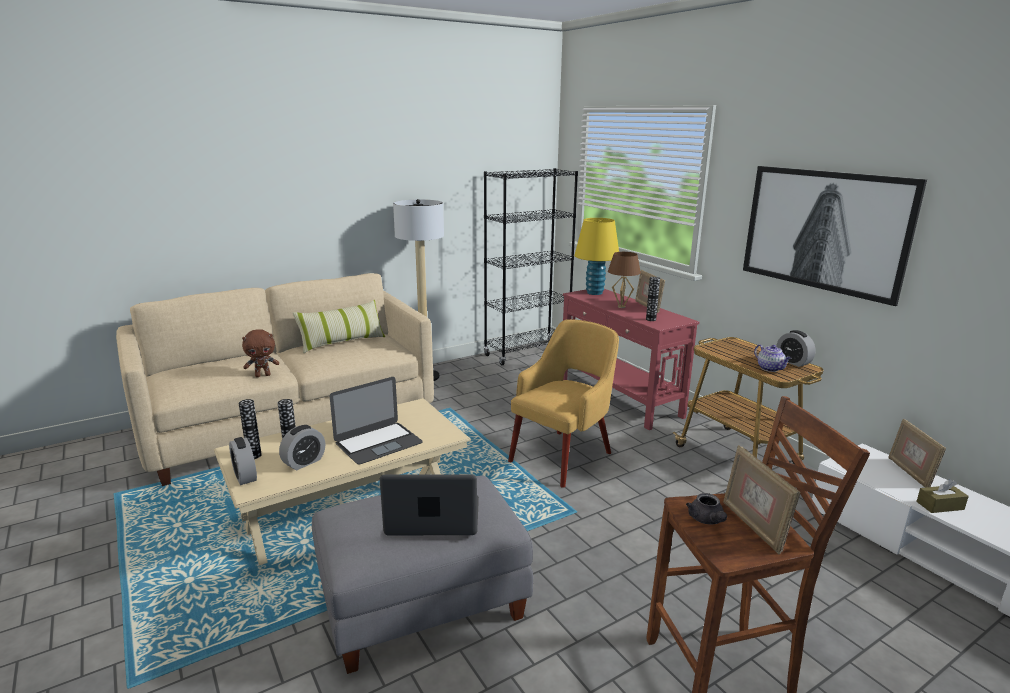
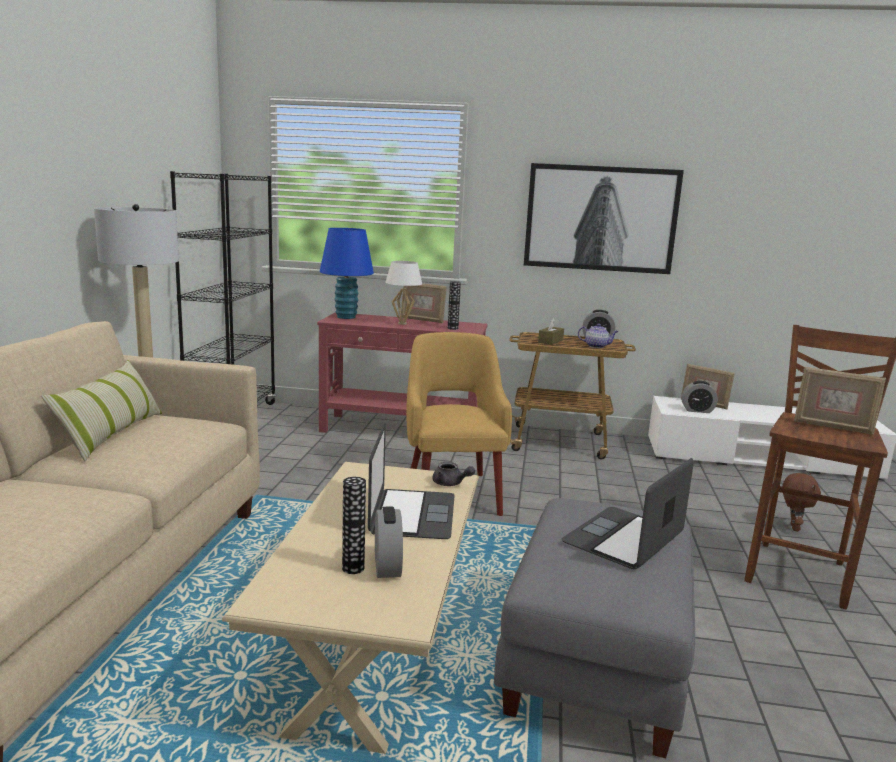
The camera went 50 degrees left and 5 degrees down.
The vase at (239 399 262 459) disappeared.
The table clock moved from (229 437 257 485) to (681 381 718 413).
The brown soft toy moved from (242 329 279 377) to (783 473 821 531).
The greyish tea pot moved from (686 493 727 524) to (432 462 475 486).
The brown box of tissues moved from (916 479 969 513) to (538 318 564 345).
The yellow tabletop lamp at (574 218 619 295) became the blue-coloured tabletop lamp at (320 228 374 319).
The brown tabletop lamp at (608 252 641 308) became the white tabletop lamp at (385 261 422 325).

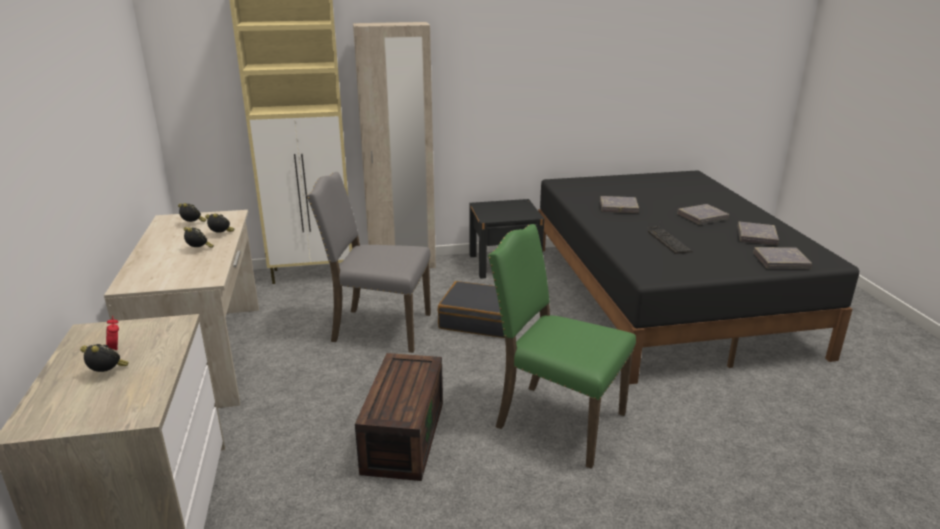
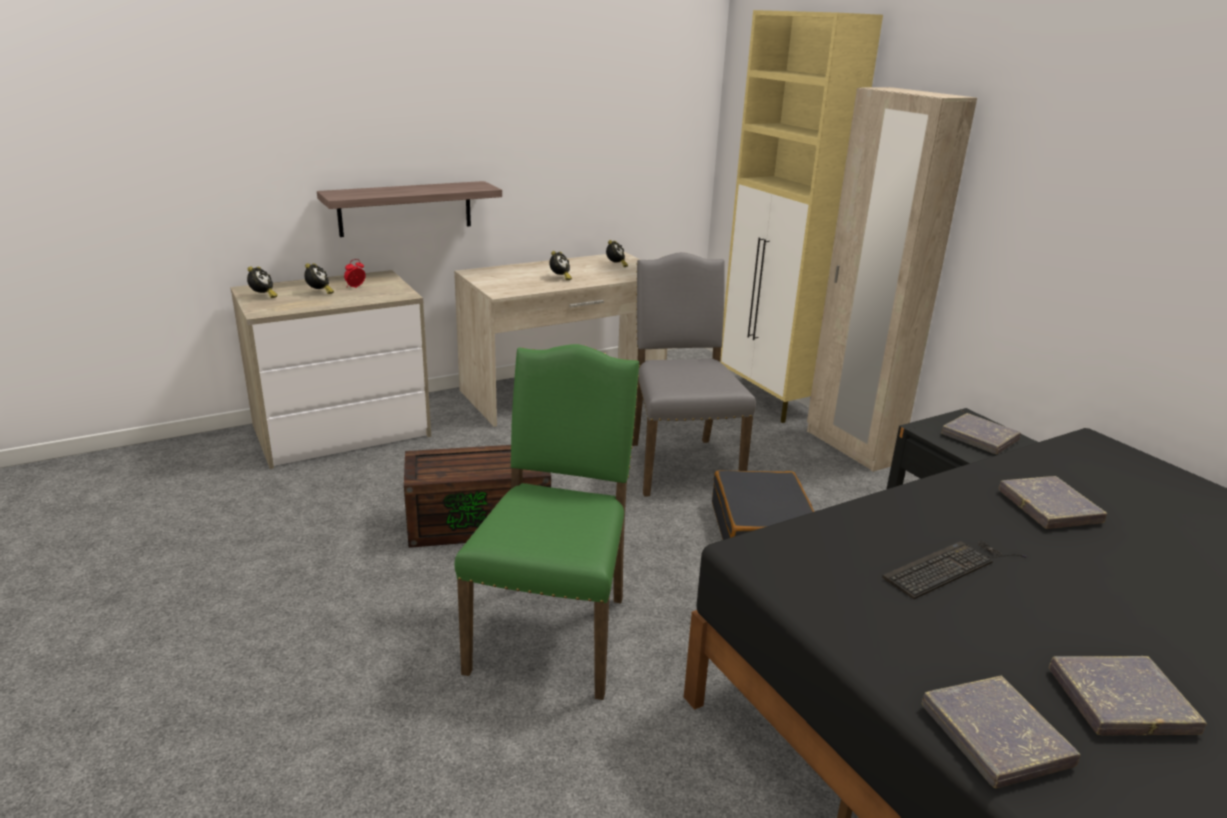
The camera went 70 degrees right and 0 degrees up.
The bracket shelf at (317 181 502 237) appeared.
The table clock moved from (205 213 234 233) to (247 266 278 298).
The greyish volume moved from (677 204 729 225) to (941 413 1021 454).

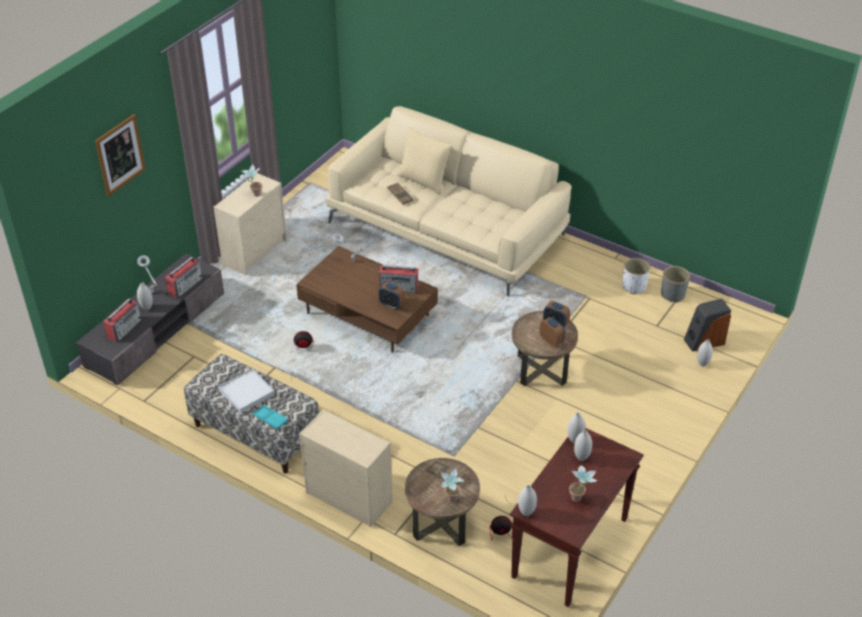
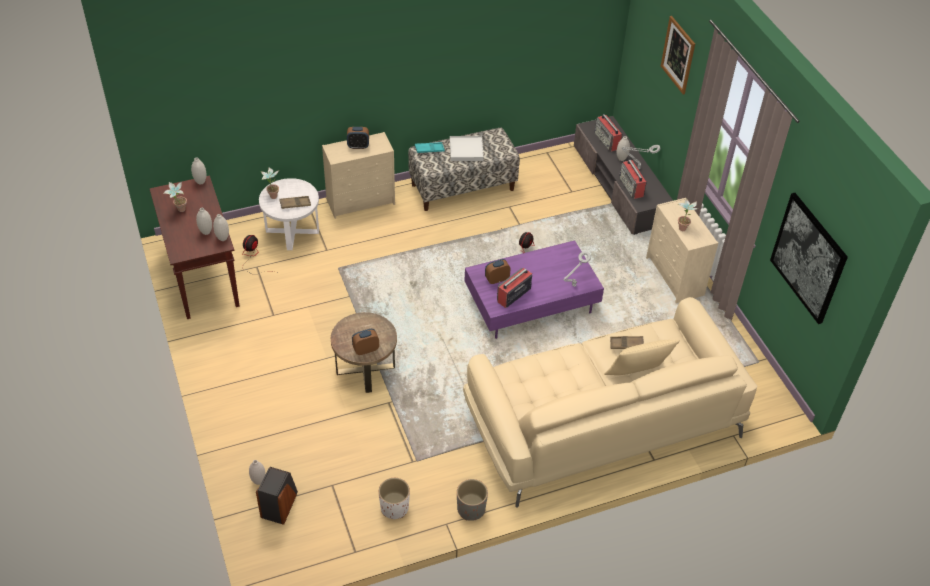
The camera went 125 degrees right and 5 degrees up.
The picture at (770 193 848 324) appeared.
The table clock moved from (540 317 565 347) to (347 127 369 149).
The greyish plant pot moved from (661 266 690 303) to (457 479 488 521).
The brown low table at (296 246 438 353) became the purplish low table at (465 240 604 339).
The brown accent table at (405 458 480 546) became the white accent table at (259 178 319 250).

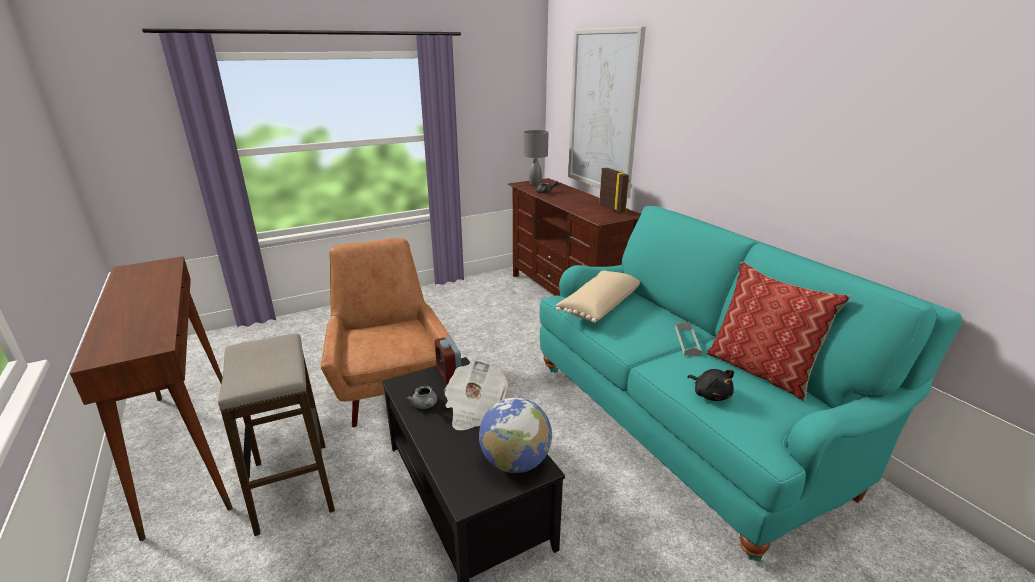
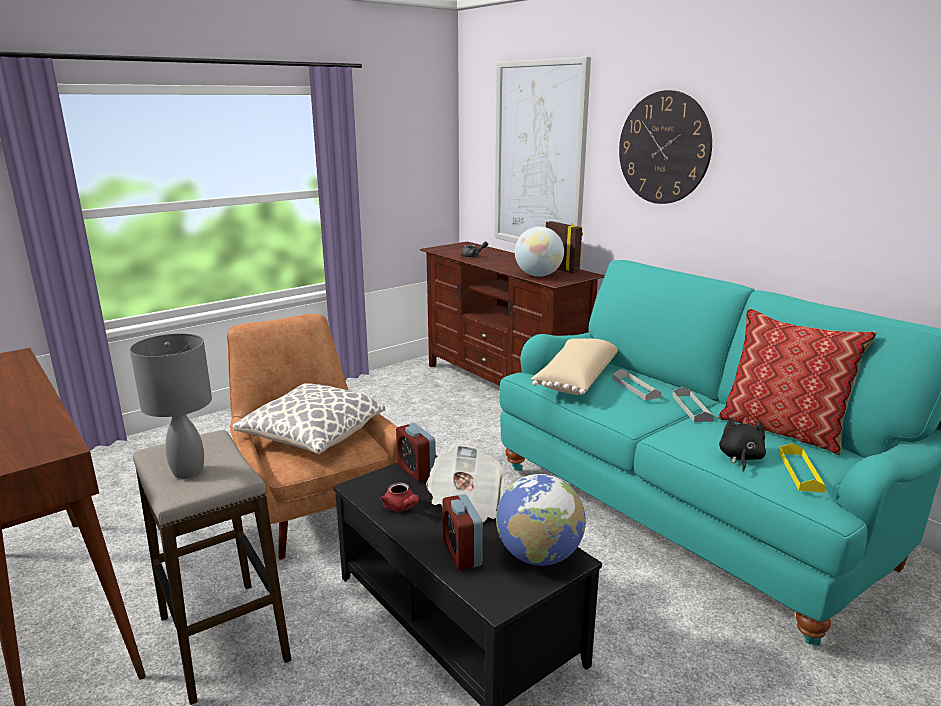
The camera went 10 degrees left and 5 degrees down.
The pillow at (233 383 385 454) appeared.
The table clock at (442 494 483 570) appeared.
The globe at (515 227 564 277) appeared.
The greyish carrying tray at (613 369 662 400) appeared.
The hanging clock at (619 90 712 204) appeared.
The yellow carrying tray at (779 443 826 493) appeared.
The greyish tabletop lamp moved from (524 130 549 186) to (130 333 212 479).
The greyish tea pot at (407 386 437 409) became the red tea pot at (380 483 419 511).
The black-coloured soft toy at (687 369 734 401) turned 120 degrees counterclockwise.

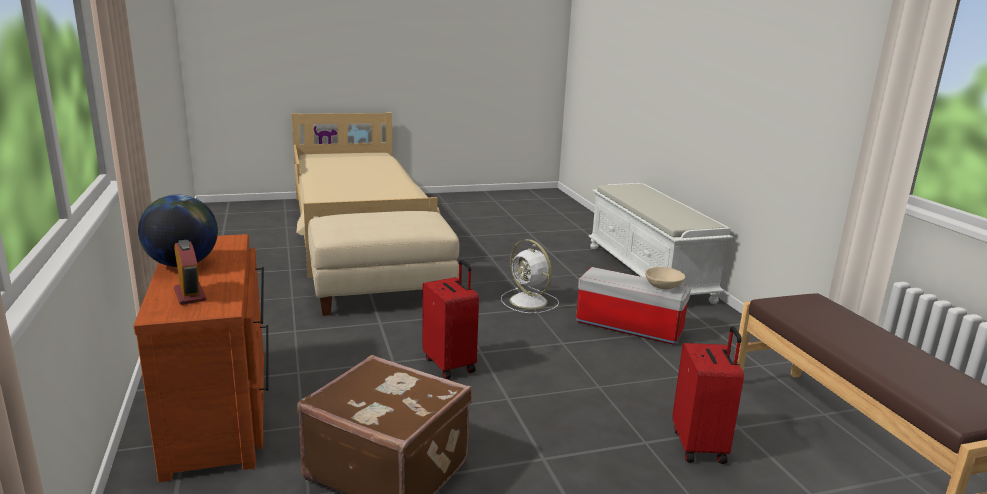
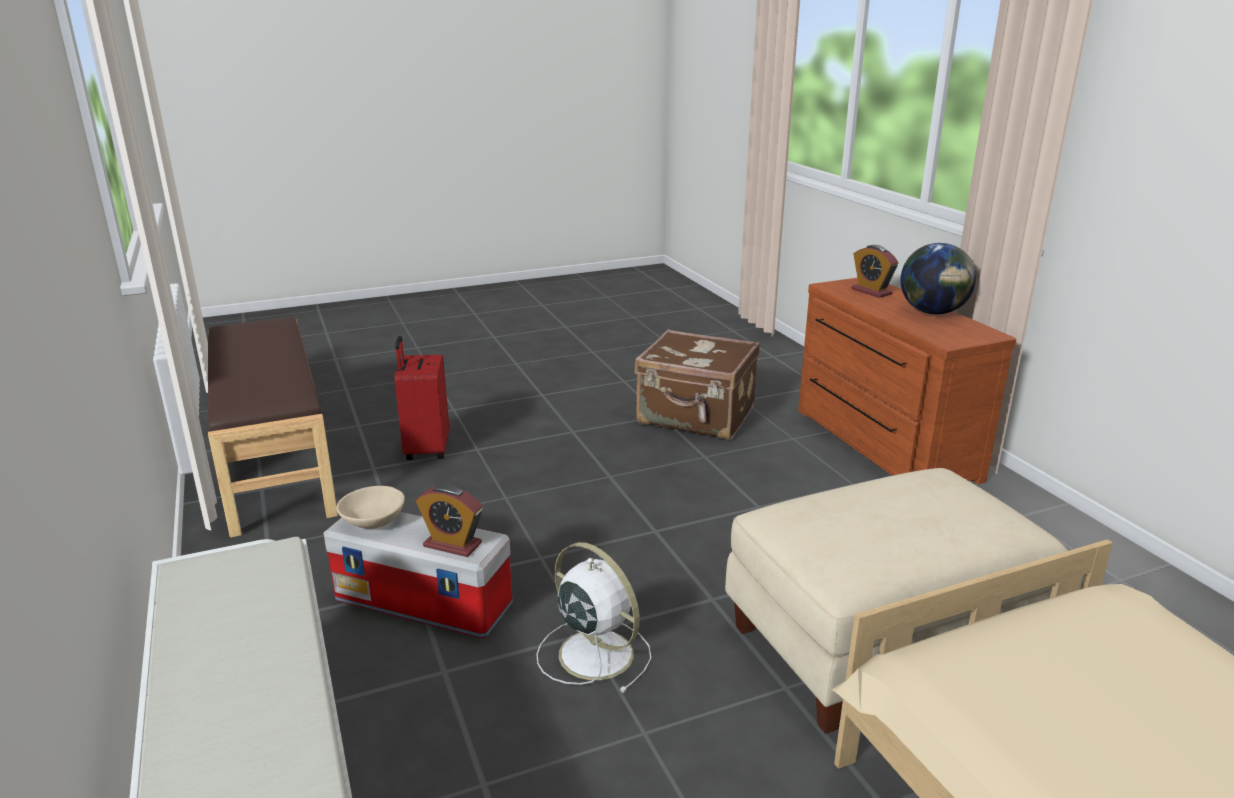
The camera went 175 degrees right and 5 degrees up.
The red piece of luggage at (422 260 479 379) disappeared.
The table clock at (416 484 483 557) appeared.

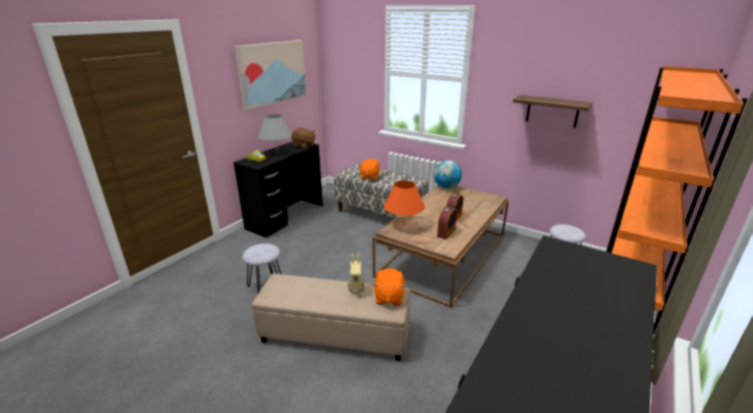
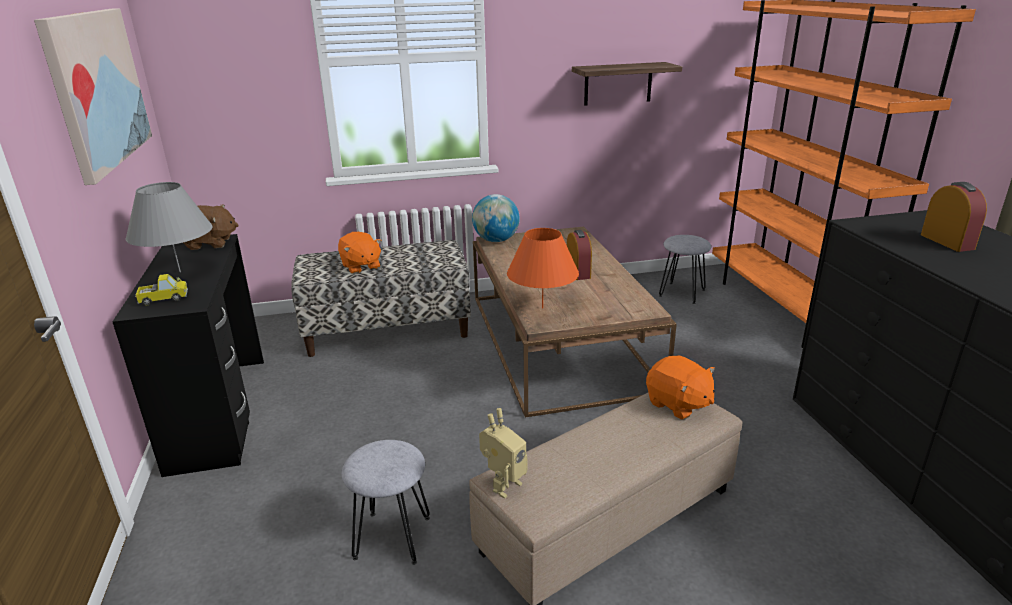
The camera went 45 degrees left and 0 degrees up.
The robot figure moved from (348 254 364 296) to (479 408 527 499).
The table clock moved from (437 206 457 239) to (921 182 987 252).

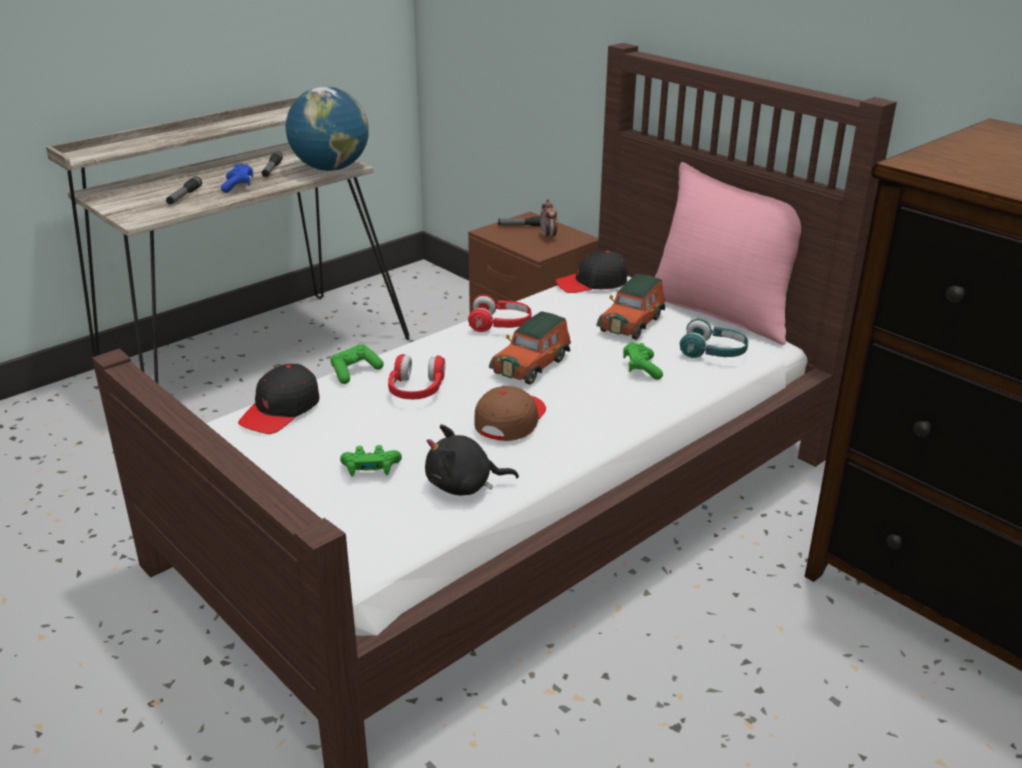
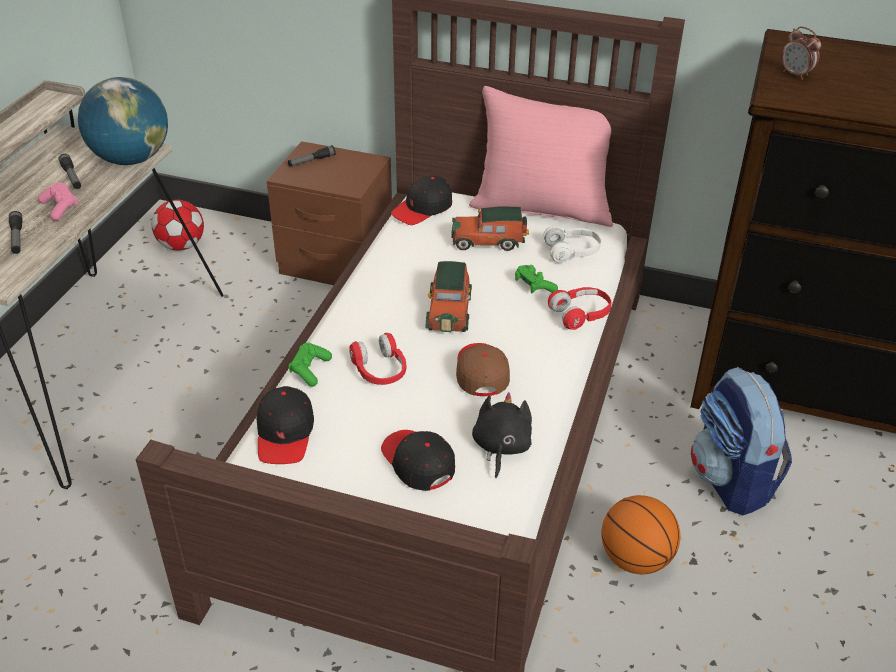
The camera went 30 degrees left and 10 degrees up.
The football ball at (152 200 204 251) appeared.
The ball for basketball at (601 495 680 574) appeared.
The backpack at (691 367 792 515) appeared.
The red headphones moved from (468 295 532 332) to (548 287 611 330).
The table clock moved from (540 199 557 241) to (781 27 821 80).
The greenish joypad at (340 445 402 477) was replaced by the black-coloured cap at (381 430 455 491).
The blue-coloured joypad at (221 164 253 193) became the pinkish joypad at (38 183 78 221).
The turquoise headphones at (680 319 748 358) became the white headphones at (543 226 601 263).
The black-coloured soft toy at (425 425 519 496) turned 135 degrees clockwise.
The toy car at (596 274 665 340) turned 90 degrees clockwise.

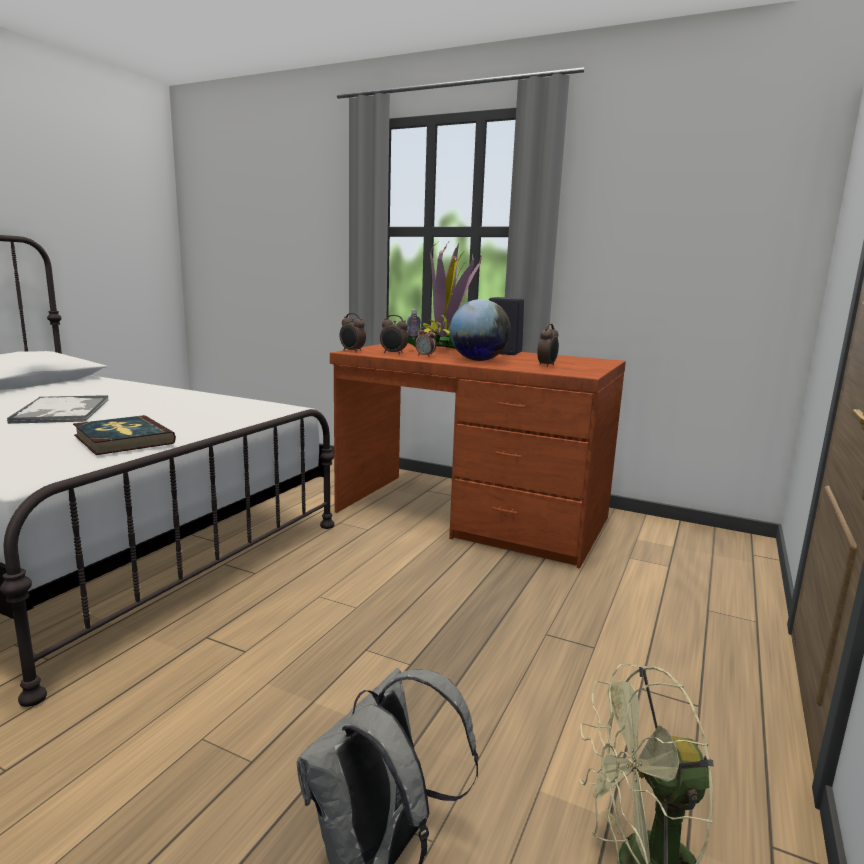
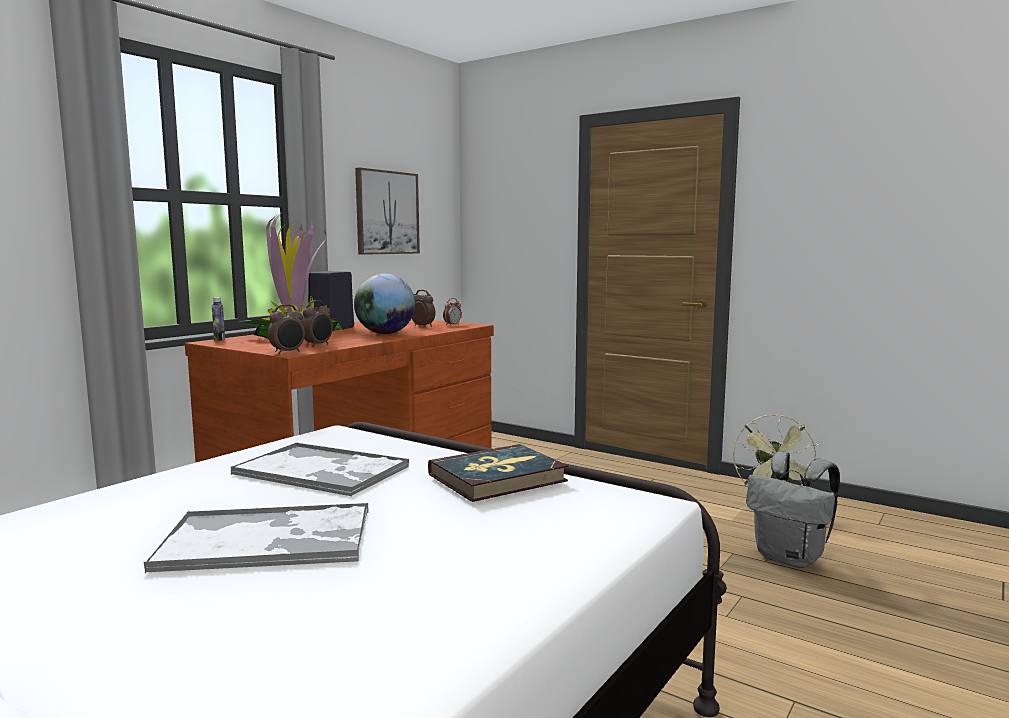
The camera went 80 degrees left and 5 degrees down.
The carrying tray at (230 442 409 496) appeared.
The picture at (355 167 420 255) appeared.
The table clock moved from (415 327 436 357) to (443 298 462 325).

